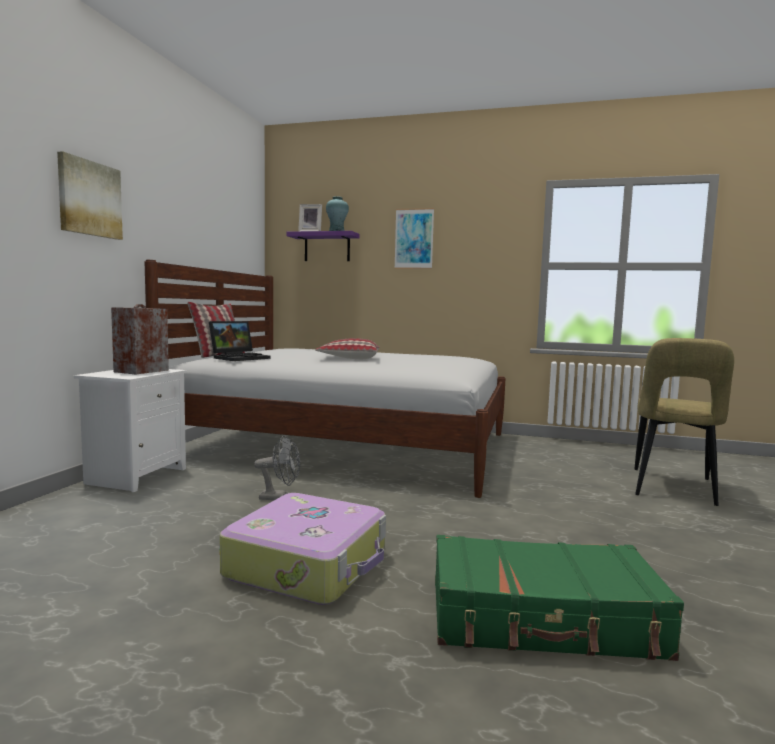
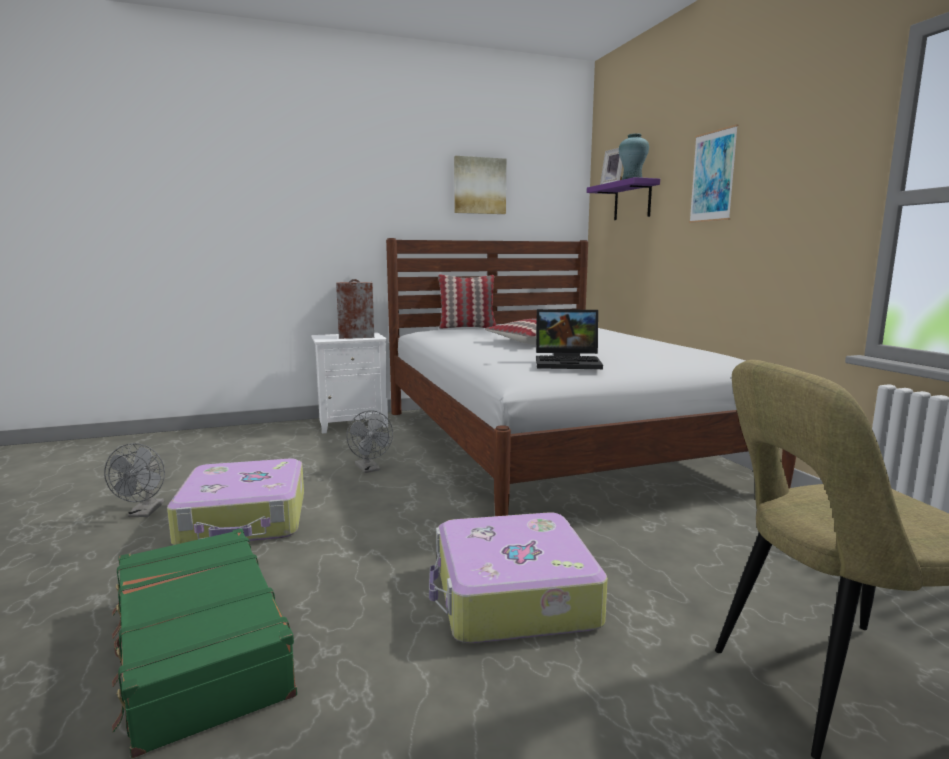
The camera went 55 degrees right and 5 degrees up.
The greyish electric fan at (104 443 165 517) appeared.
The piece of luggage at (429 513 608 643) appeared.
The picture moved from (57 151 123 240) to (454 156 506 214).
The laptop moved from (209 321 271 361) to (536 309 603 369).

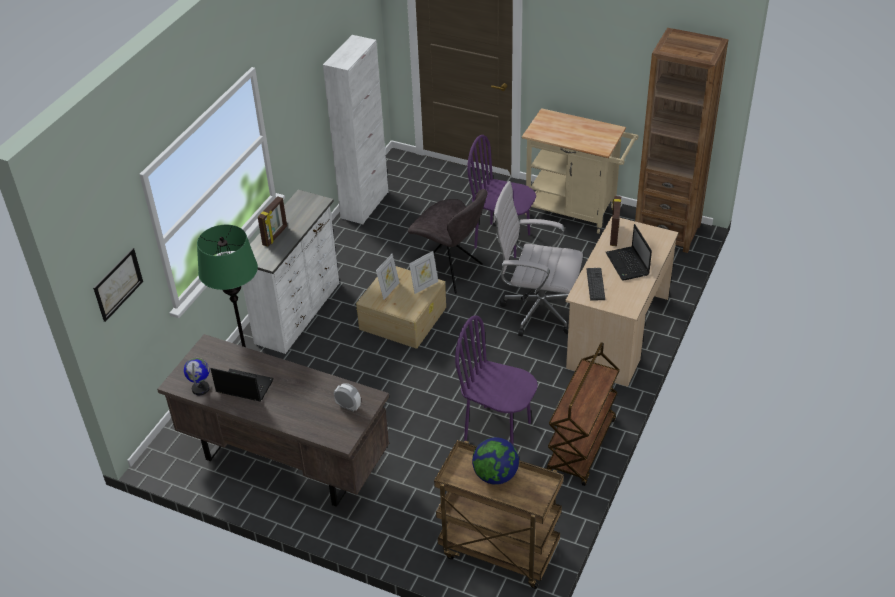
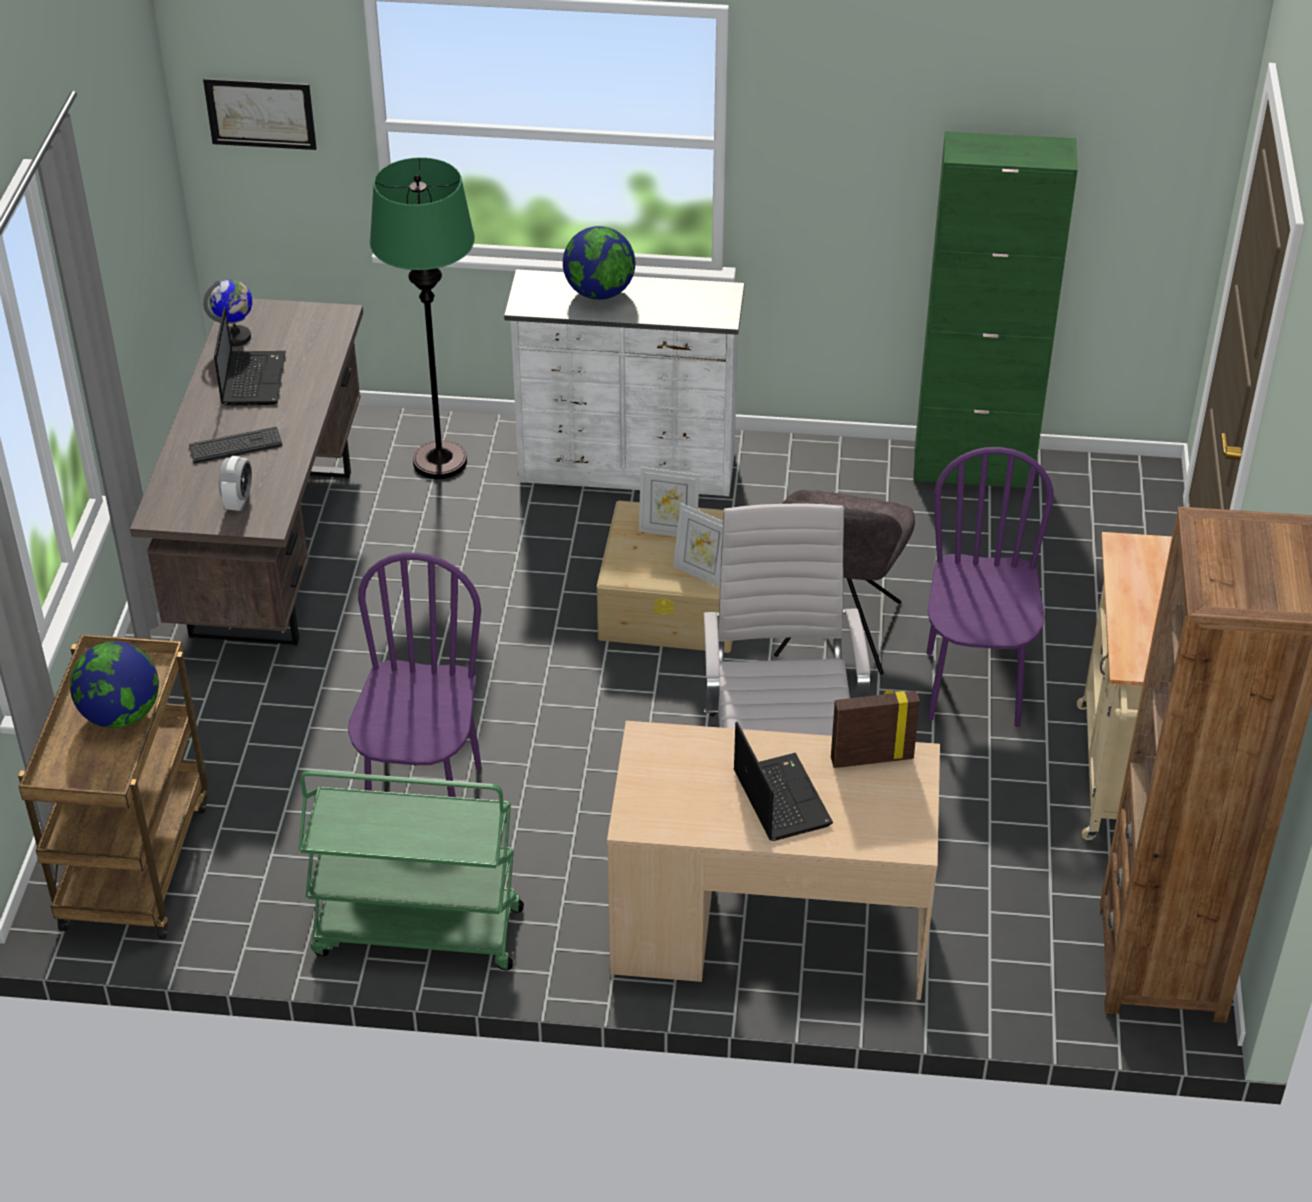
The camera went 70 degrees right and 0 degrees up.
The computer keyboard moved from (587 268 605 300) to (189 427 282 463).
The photo frame at (258 196 287 247) was replaced by the globe at (563 226 635 300).
The white cabinet at (323 35 388 224) became the greenish cabinet at (913 131 1078 490).
The brown cart at (546 342 620 486) became the greenish cart at (298 770 524 970).
The laptop at (606 224 652 281) turned 105 degrees clockwise.

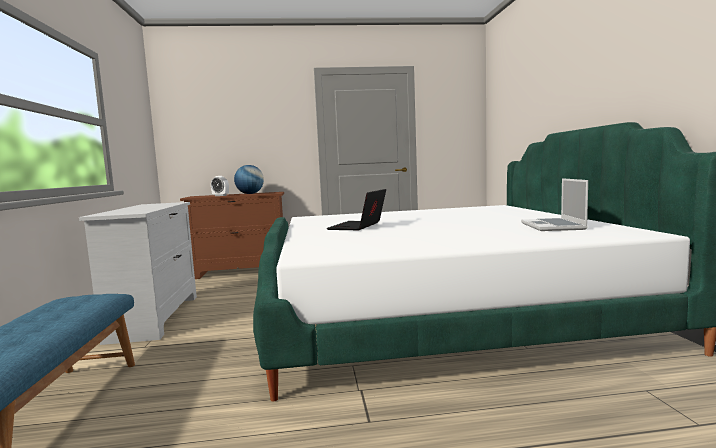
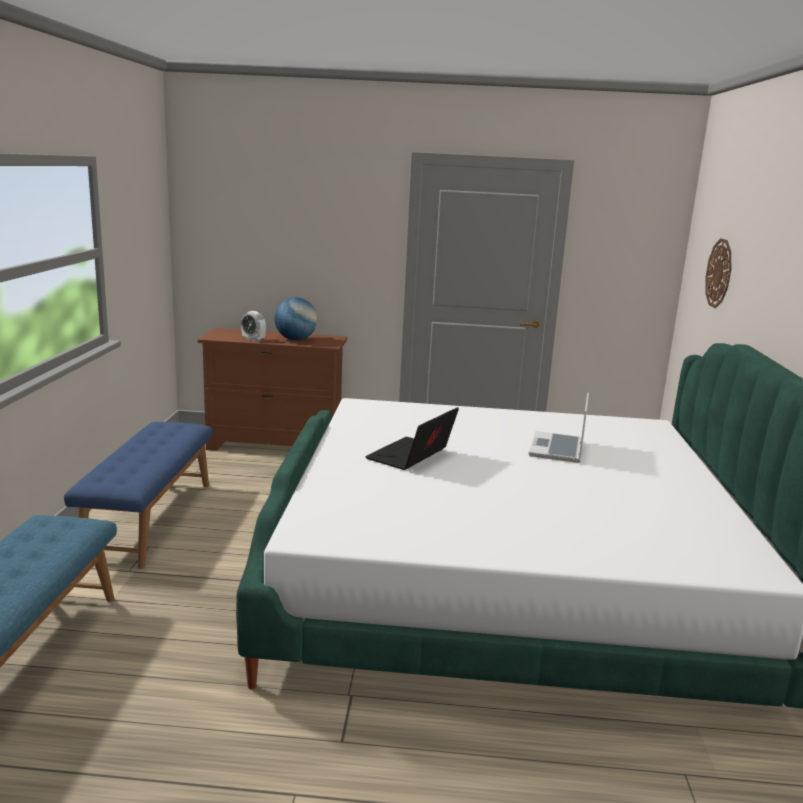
The camera went 10 degrees right and 10 degrees up.
The hanging clock at (705 238 731 308) appeared.
The laptop moved from (521 178 588 231) to (529 392 589 463).
The white drawer chest at (79 202 197 345) was replaced by the blue-coloured bench at (64 422 212 569).

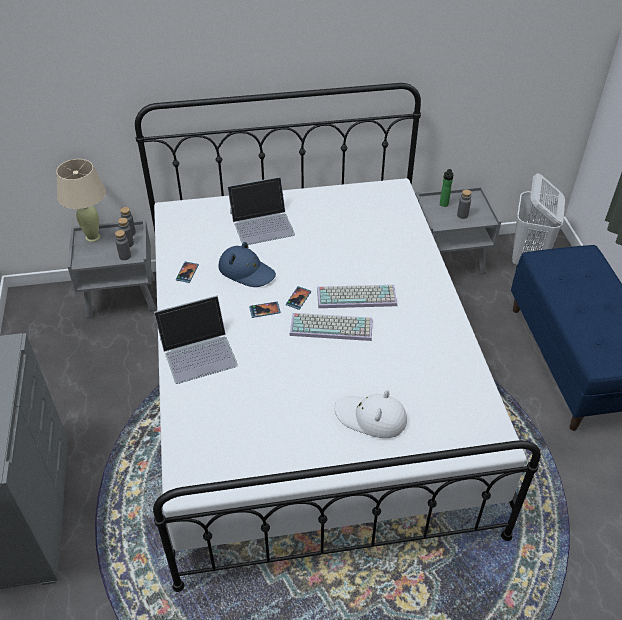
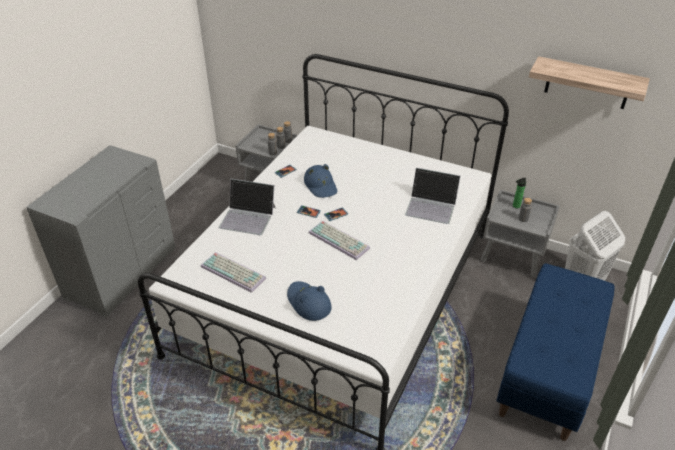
The camera went 35 degrees right and 5 degrees down.
The beige tabletop lamp at (56 159 106 242) disappeared.
The bracket shelf at (529 56 650 109) appeared.
The laptop moved from (227 177 295 245) to (405 168 460 224).
The computer keyboard moved from (317 285 397 308) to (201 252 266 293).
The white hat at (334 390 407 438) became the blue-coloured hat at (287 281 332 321).

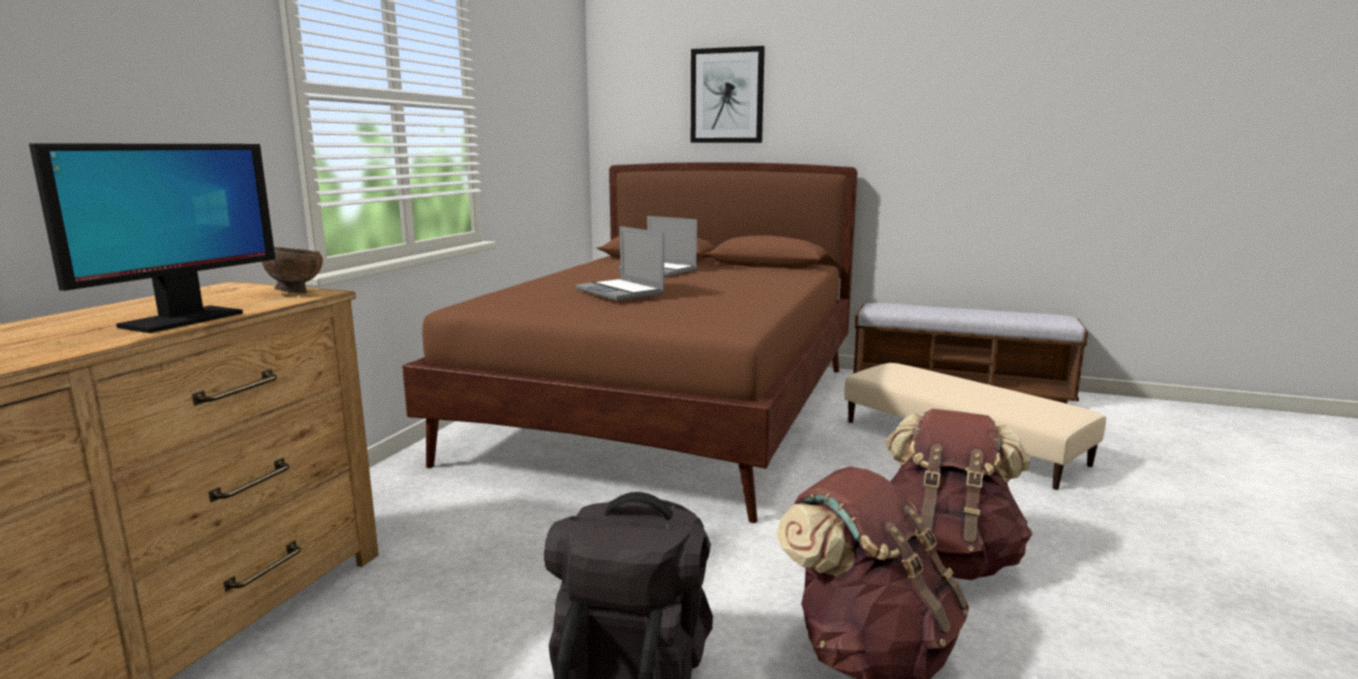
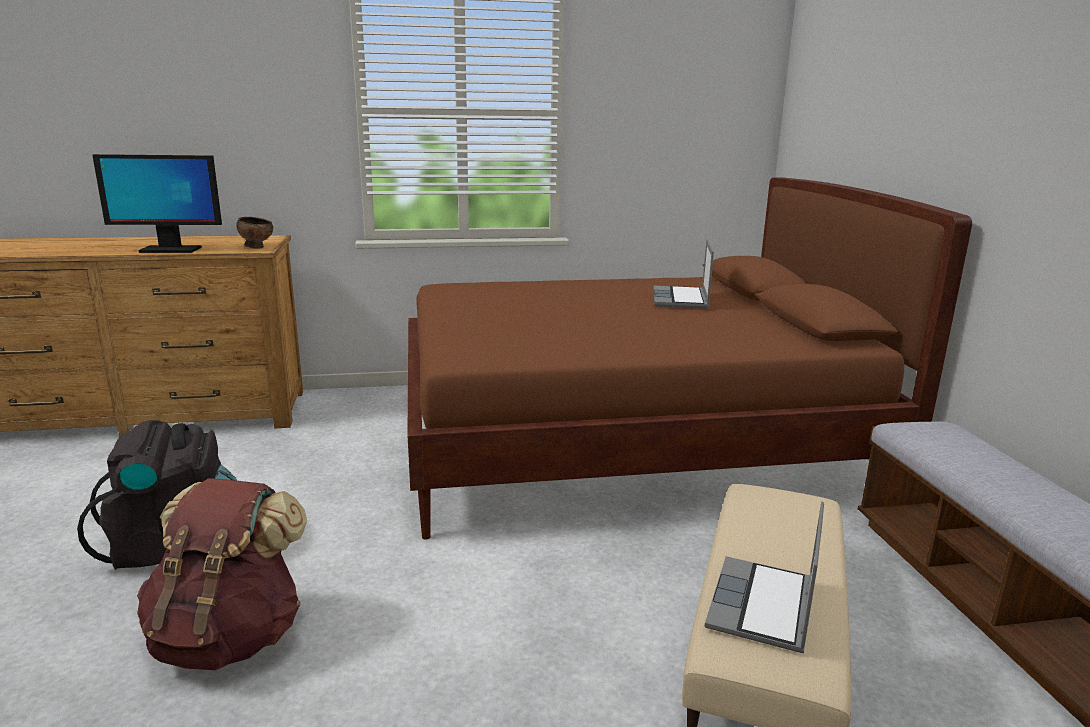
The camera went 60 degrees right and 5 degrees up.
The picture at (691 46 765 143) disappeared.
The brown backpack at (885 409 1032 580) disappeared.
The laptop moved from (576 226 665 301) to (705 501 824 653).

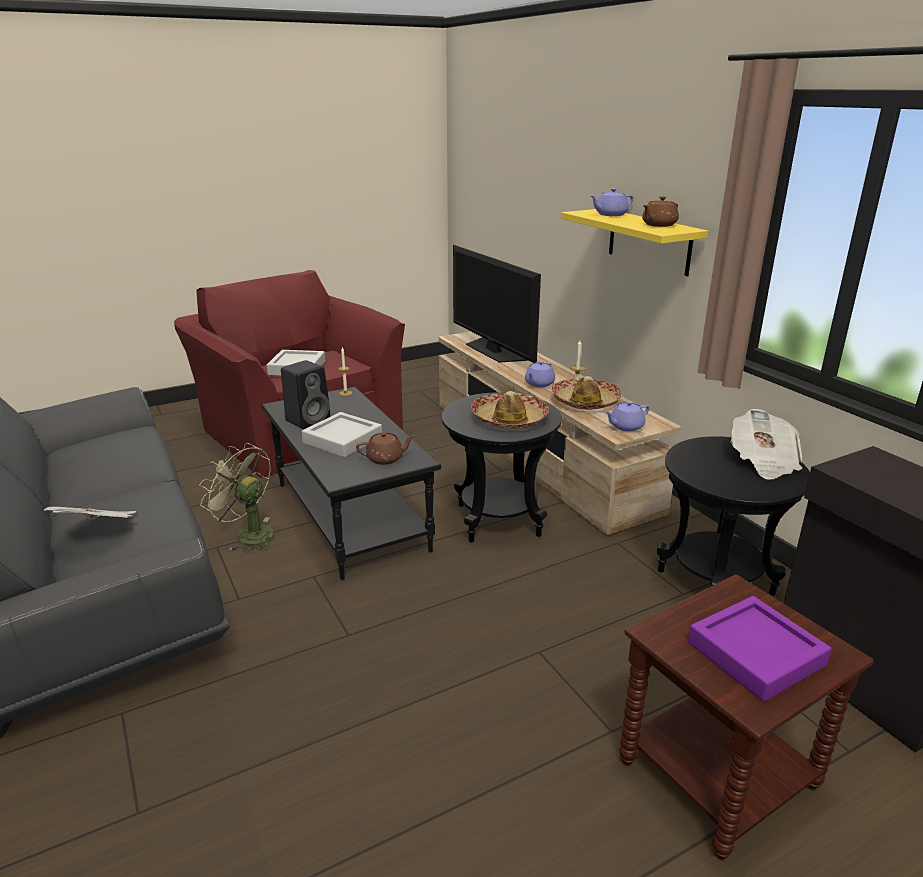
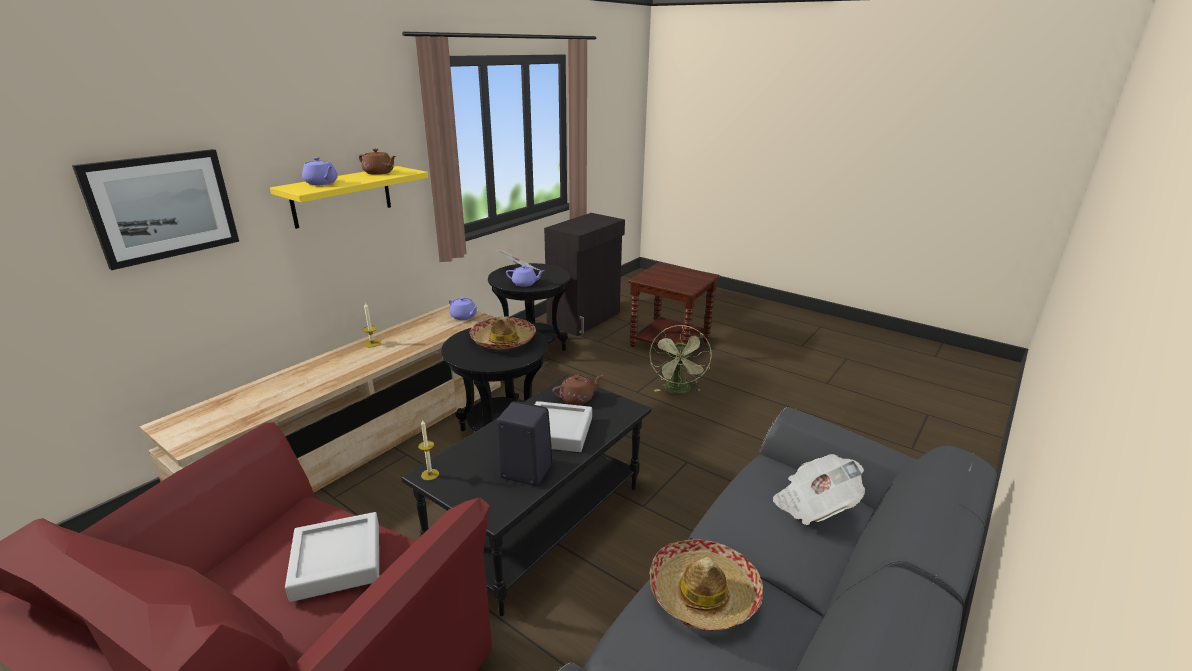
The camera went 115 degrees left and 0 degrees up.
The TV at (453 245 541 363) disappeared.
The purplish carrying tray at (688 596 831 701) disappeared.
The picture at (72 149 239 270) appeared.
The greenish electric fan moved from (199 443 274 553) to (650 325 712 394).
The purplish tea pot moved from (525 361 555 387) to (506 265 544 287).
The hat moved from (552 376 622 410) to (650 539 763 631).
The brown tea pot at (356 432 415 465) turned 105 degrees clockwise.

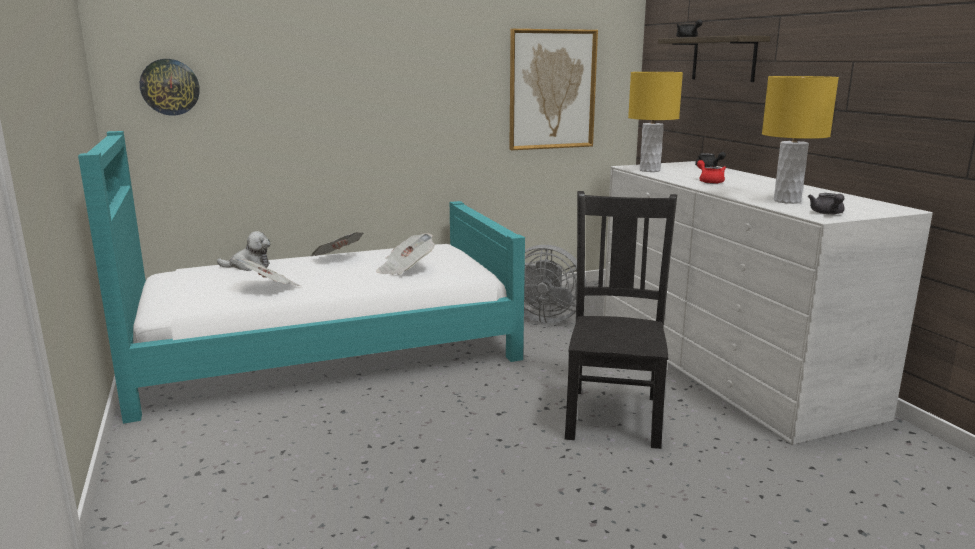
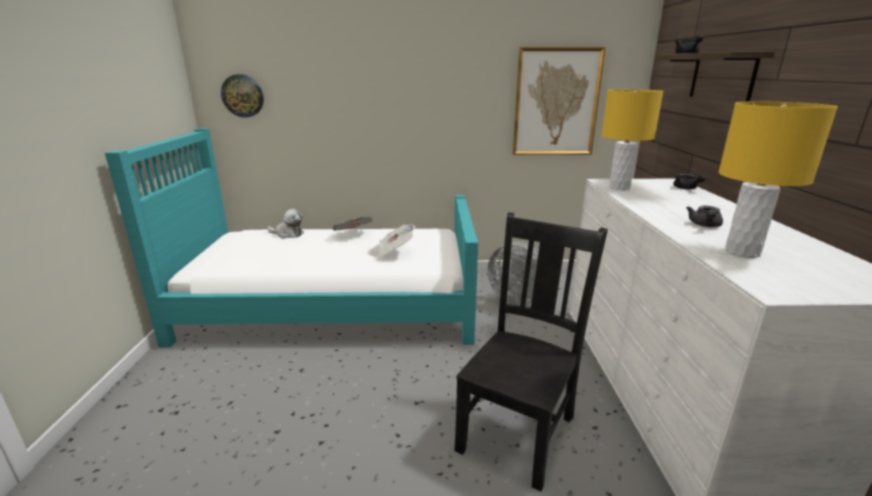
The camera went 20 degrees right and 5 degrees up.
The daily paper at (231 258 301 286) disappeared.
The red tea pot at (697 160 726 184) disappeared.
The greyish tea pot moved from (808 193 845 215) to (687 206 723 227).

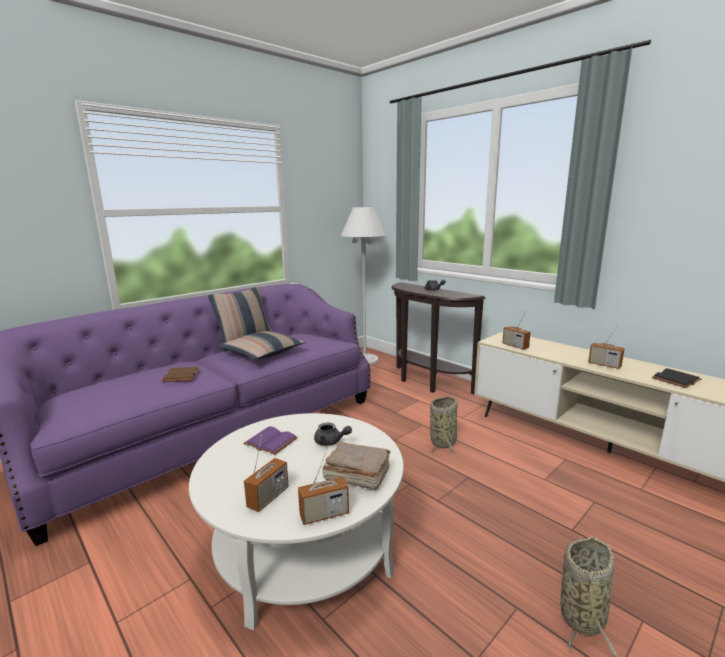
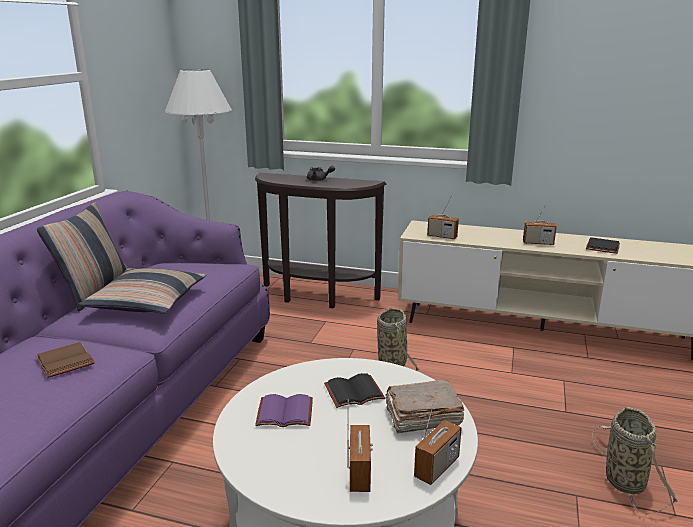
The camera went 30 degrees left and 5 degrees up.
The greyish tea pot at (314 422 352 446) was replaced by the black-coloured volume at (324 373 385 408).

